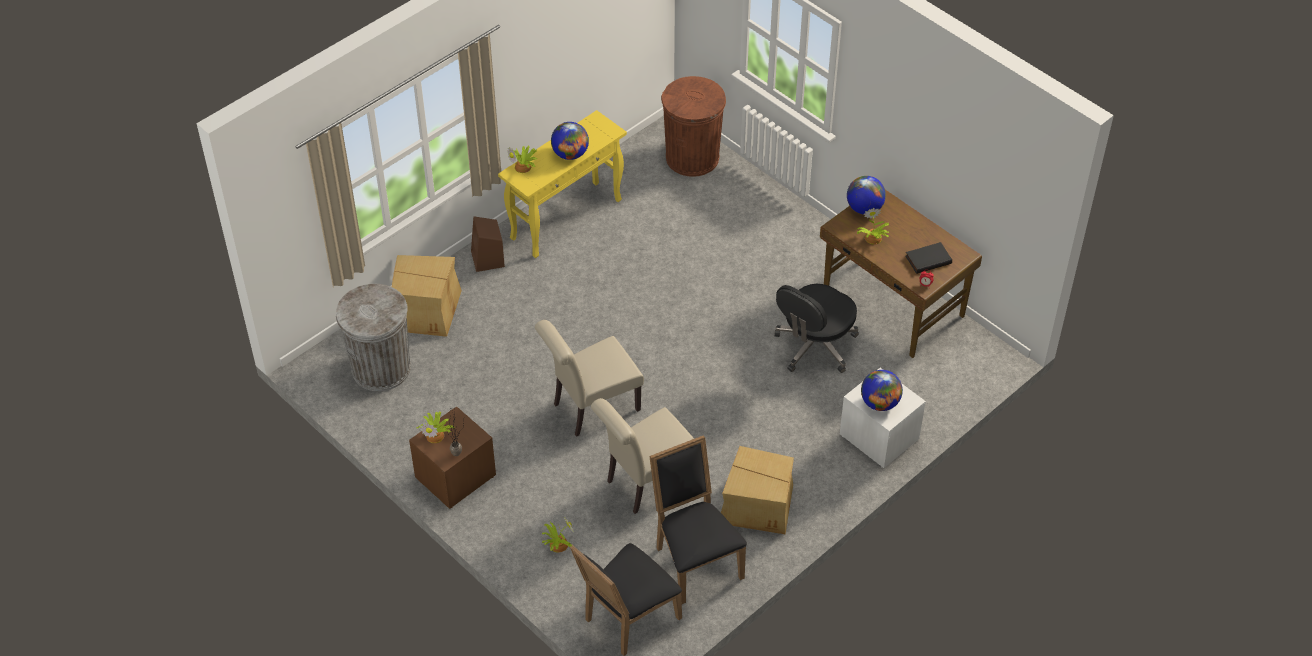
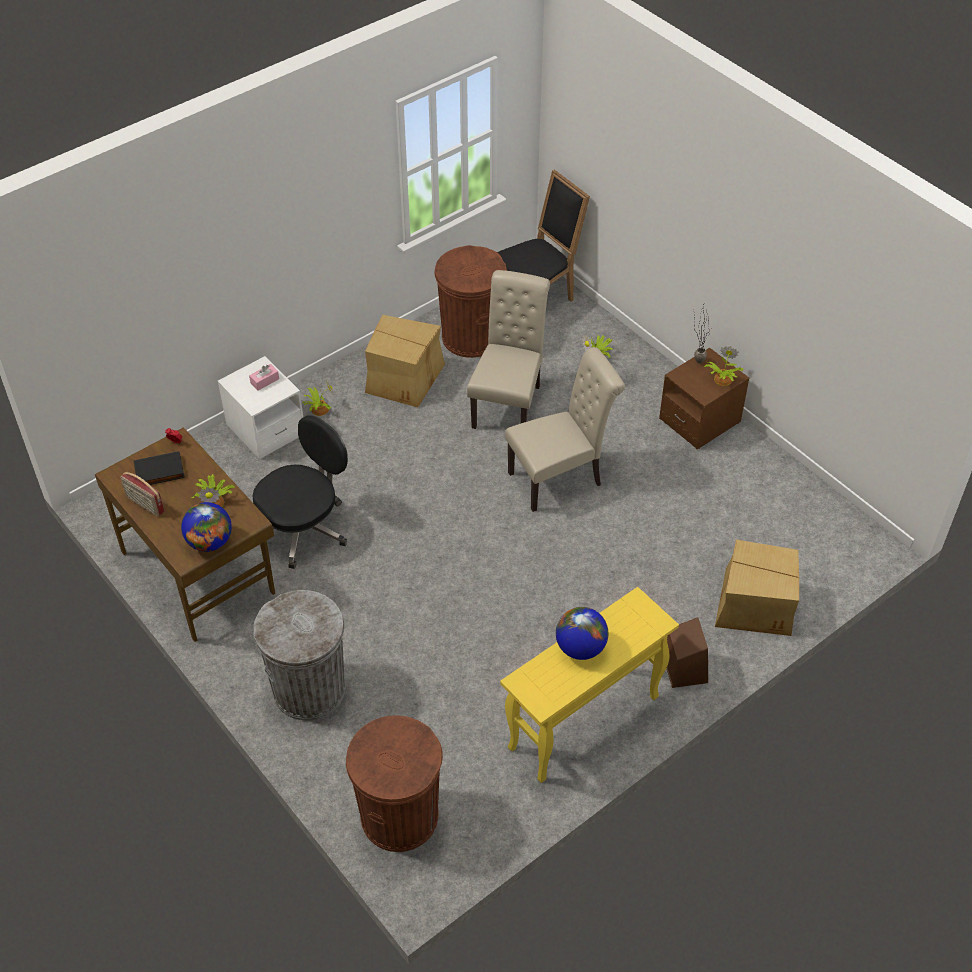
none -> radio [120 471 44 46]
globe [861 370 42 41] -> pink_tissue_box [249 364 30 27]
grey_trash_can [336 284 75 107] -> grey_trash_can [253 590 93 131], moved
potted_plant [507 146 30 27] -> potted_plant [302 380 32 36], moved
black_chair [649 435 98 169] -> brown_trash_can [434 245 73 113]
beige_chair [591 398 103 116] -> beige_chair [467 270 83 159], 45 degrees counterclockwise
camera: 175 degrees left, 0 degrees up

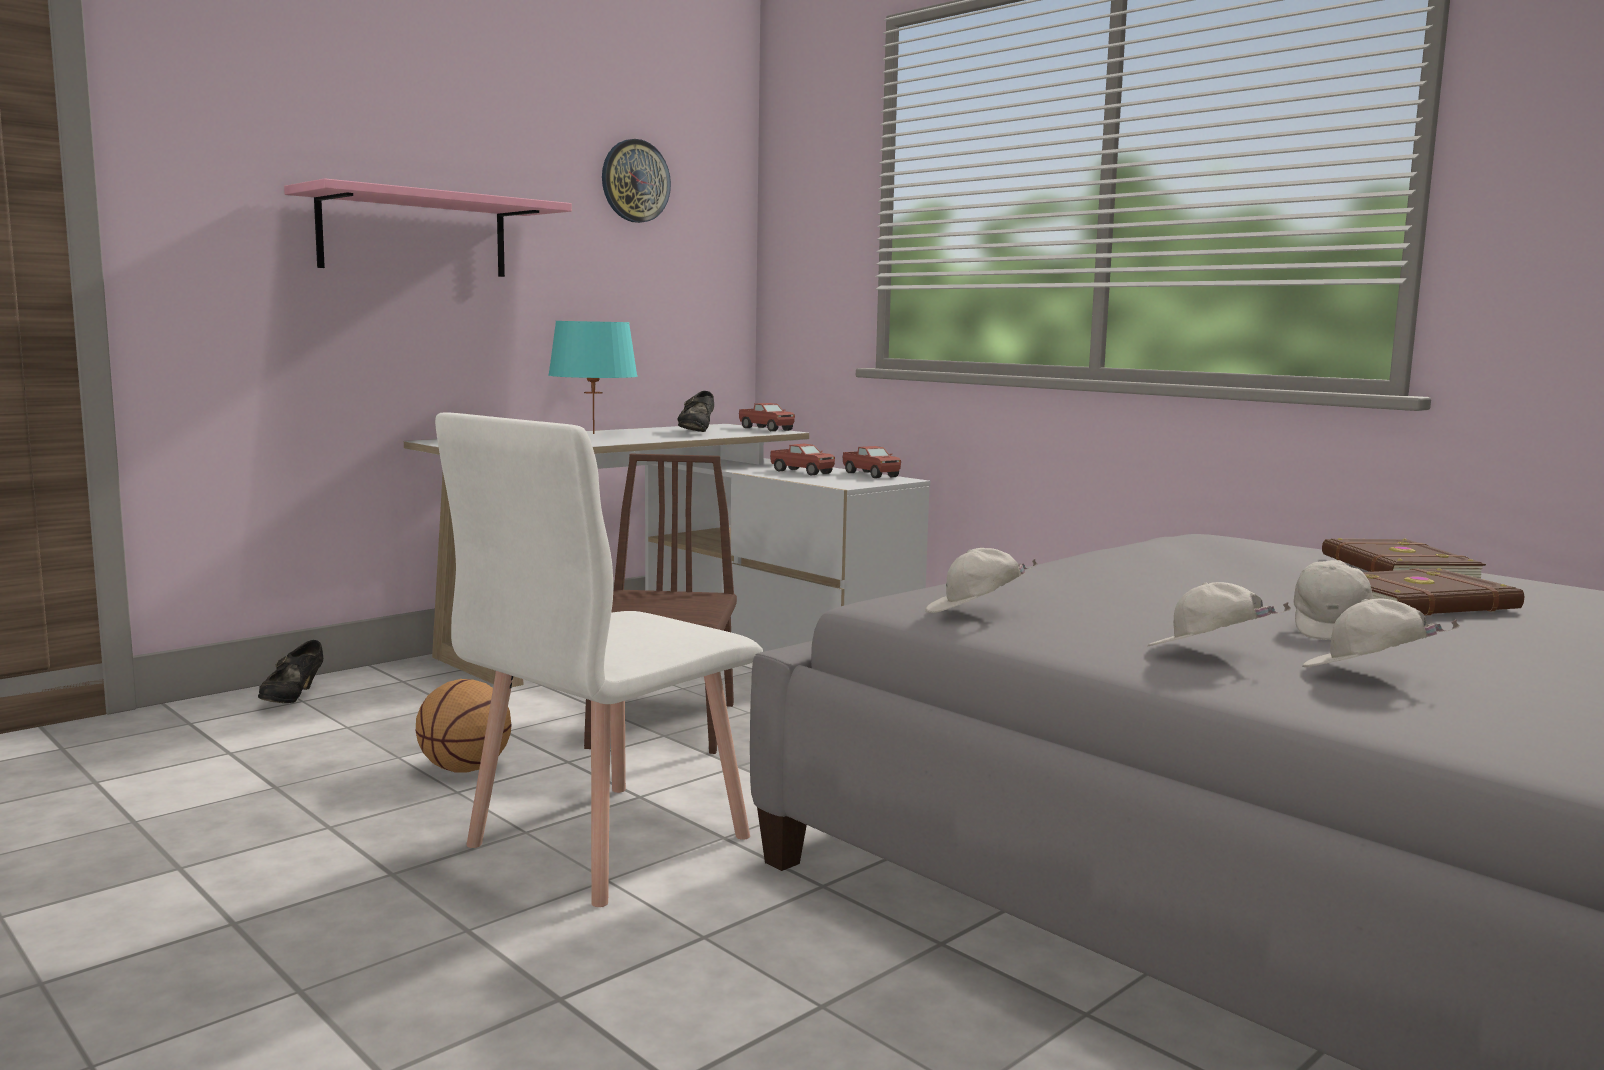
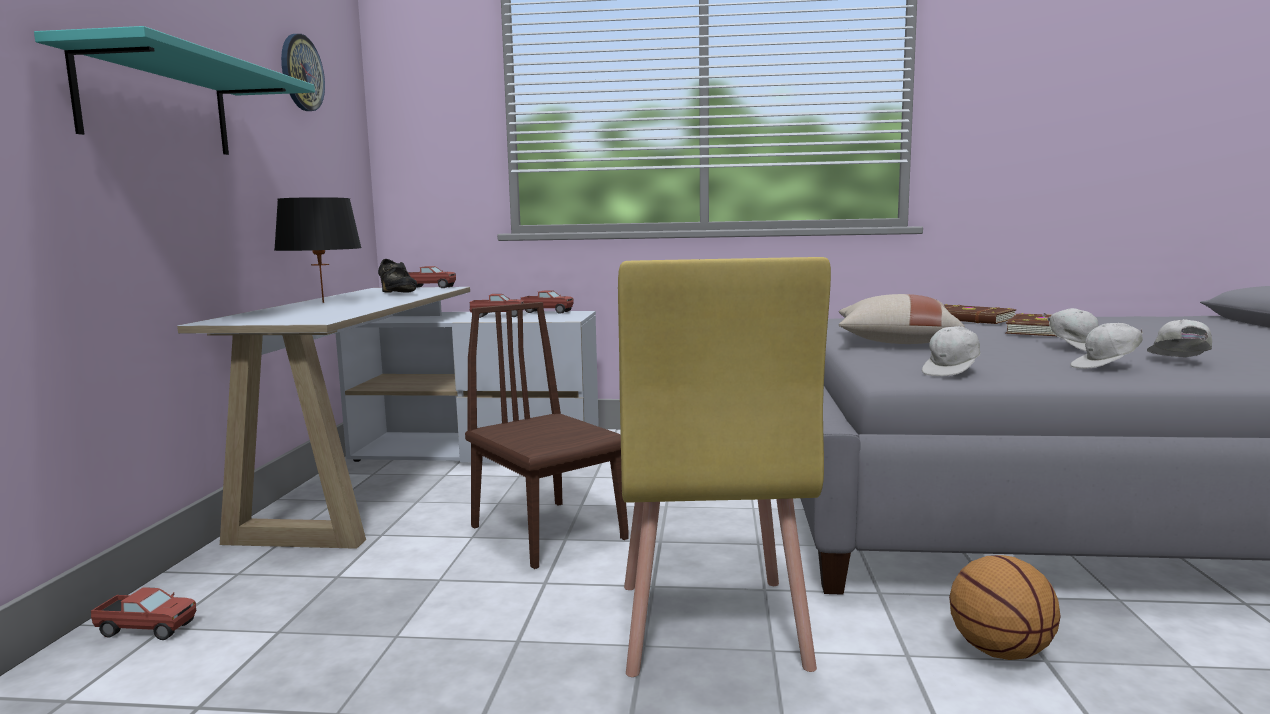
pink_shelf [284 179 288 98] -> turquoise_shelf [34 26 281 129]
black_shoe [258 640 65 63] -> toy_truck [91 587 105 53]
turquoise_table_lamp [548 321 90 113] -> black_table_lamp [274 197 88 106]
white_chair [435 412 328 495] -> yellow_chair [618 257 213 420]
none -> beige_pillow [839 294 126 50]
basketball [416 679 95 93] -> basketball [949 555 112 105], moved
white_cap [1302 599 158 68] -> white_cap [1147 319 65 38], 120 degrees clockwise
camera: 40 degrees left, 0 degrees up

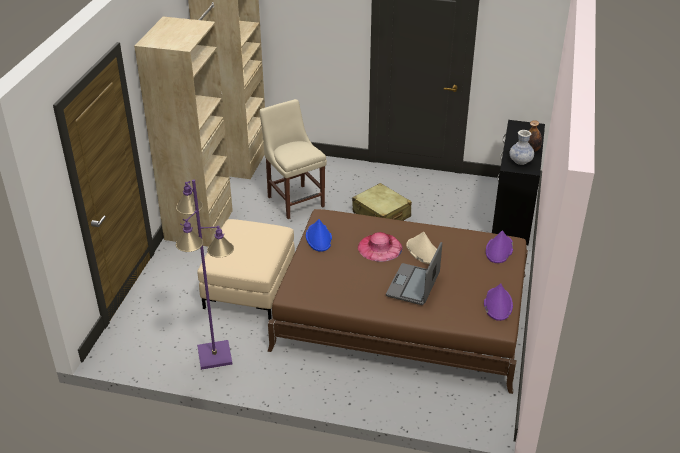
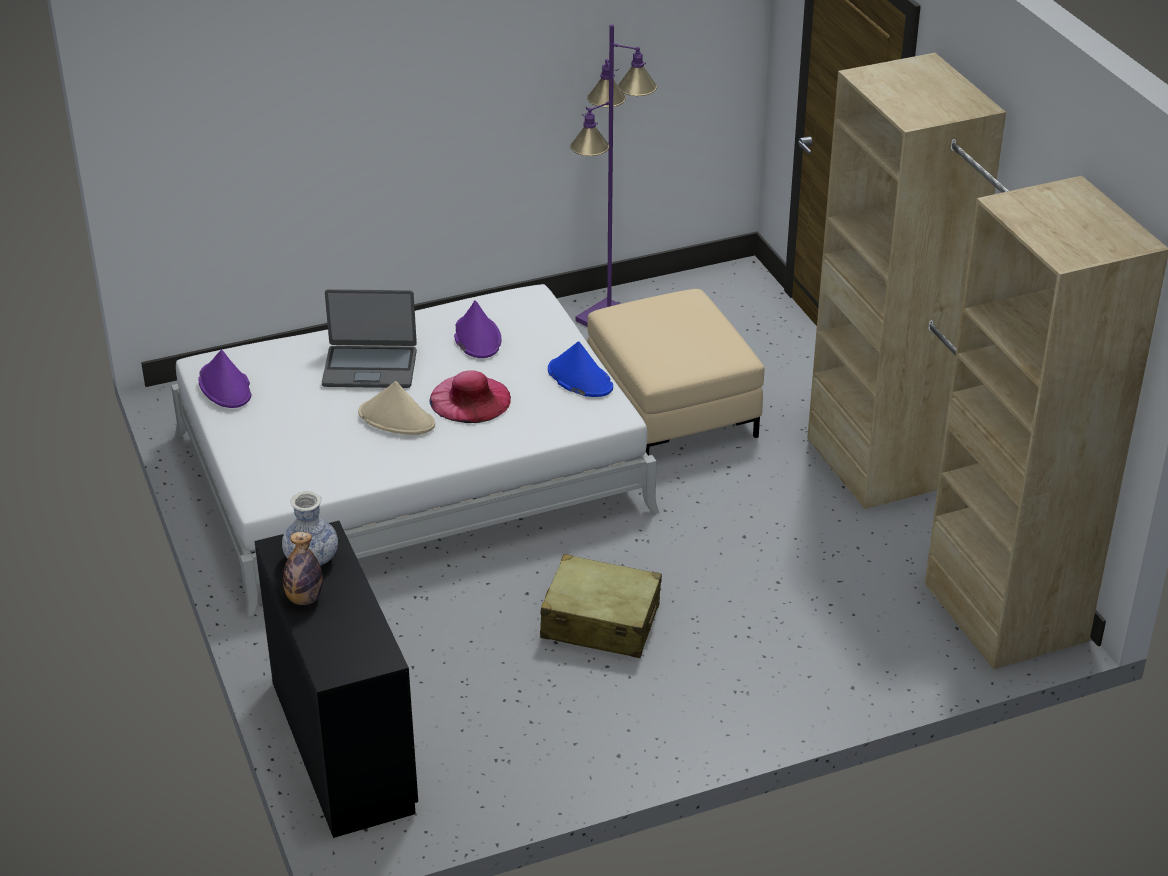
brown_bed [267 209 261 185] -> white_bed [171 284 488 334]
laptop [386 242 56 63] -> laptop [322 289 95 99], 105 degrees clockwise
purple_hat [486 230 27 33] -> purple_hat [454 300 47 58], moved
beige_chair [259 99 68 120] -> none
camera: 145 degrees right, 0 degrees up

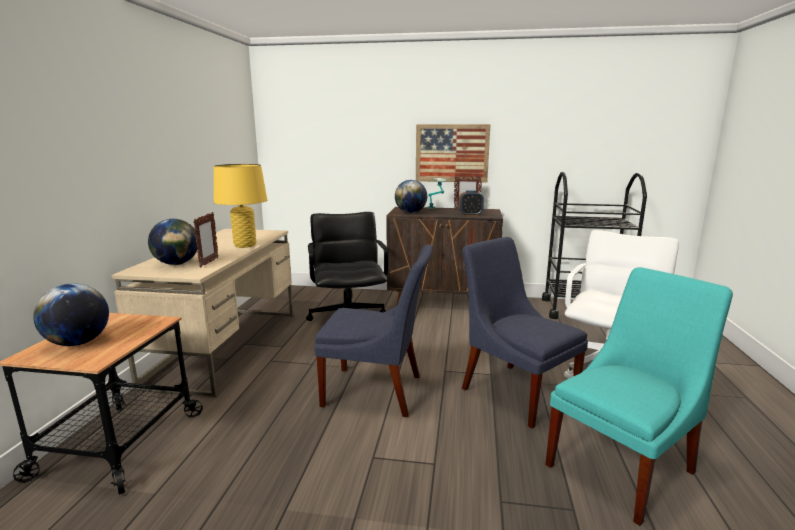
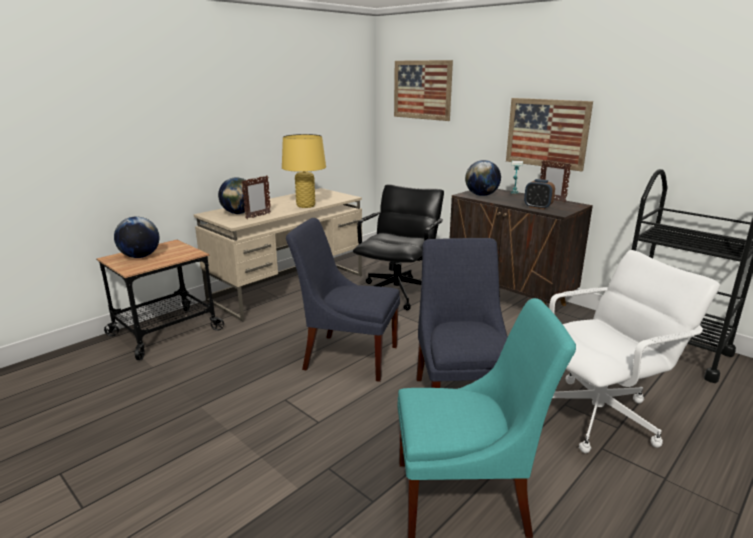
blue_chair [314 244 119 173] -> blue_chair [286 218 114 164], 150 degrees clockwise
none -> picture [394 60 59 61]
camera: 35 degrees right, 5 degrees up

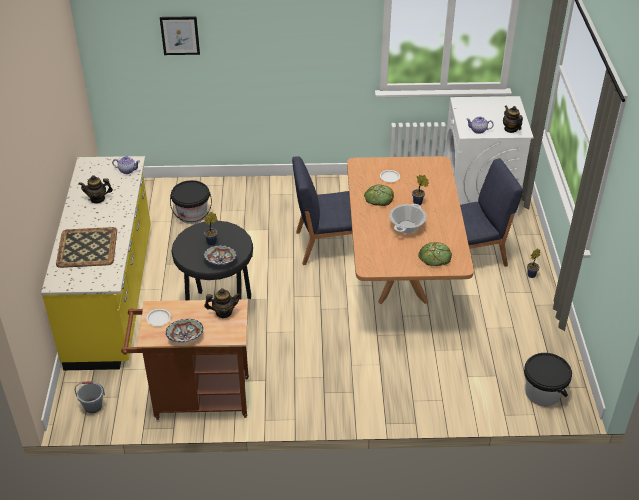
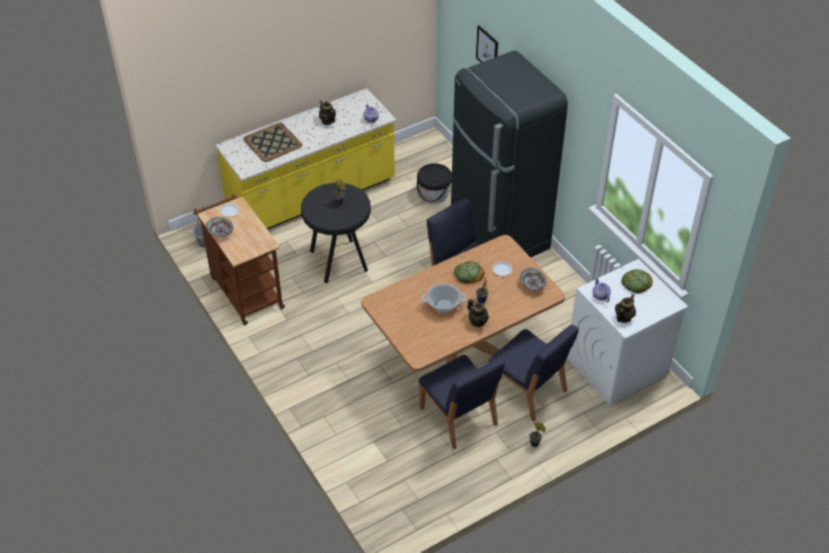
none -> blue_chair [419 355 86 94]
none -> black_fridge [451 51 117 206]
teapot [204 288 36 30] -> teapot [467 299 22 28], moved
bowl [203 245 34 20] -> bowl [520 268 26 22], moved
bread [418 242 34 24] -> bread [621 269 32 25], moved
black_bucket [524 353 48 53] -> none
camera: 60 degrees right, 5 degrees up

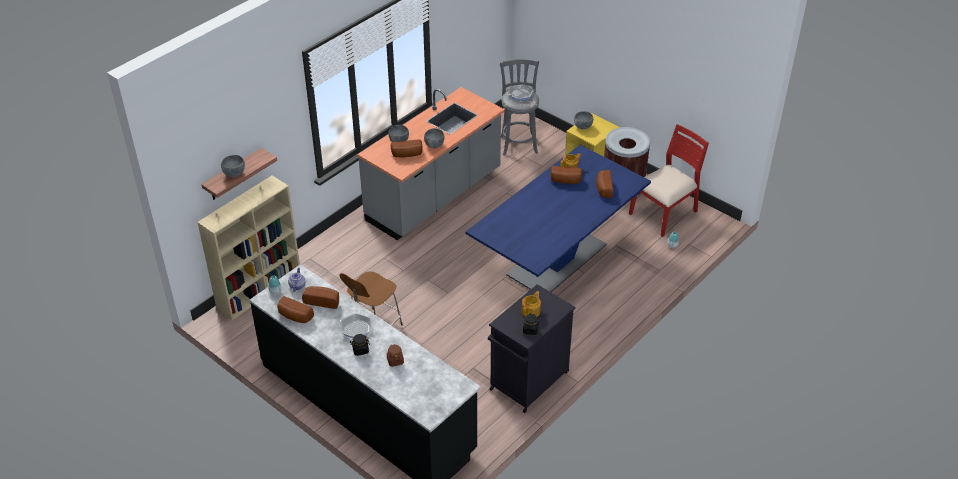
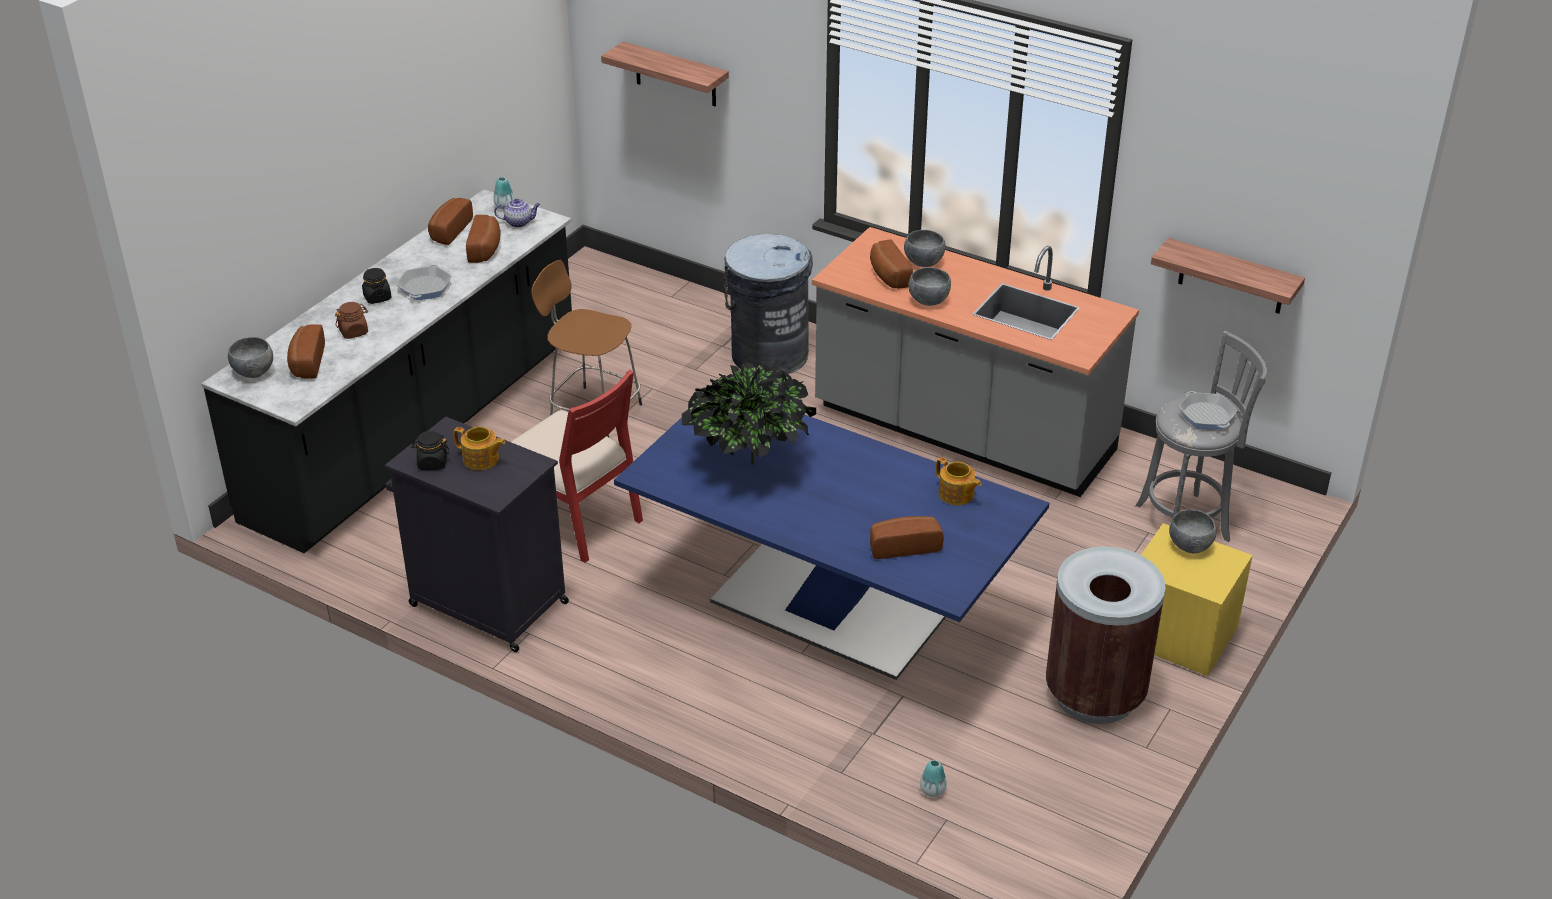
grey_bowl [221 155 24 22] -> grey_bowl [228 337 45 41], moved
bread [551 166 32 18] -> bread [287 324 38 55], moved
red_chair [629 124 80 113] -> red_chair [511 370 132 193], moved
none -> potted_plant [682 362 134 103]
none -> grey_trash_can [724 234 89 140]
none -> shelf [1151 238 154 76]
beige_bookcase [197 176 103 144] -> none
camera: 80 degrees right, 5 degrees down

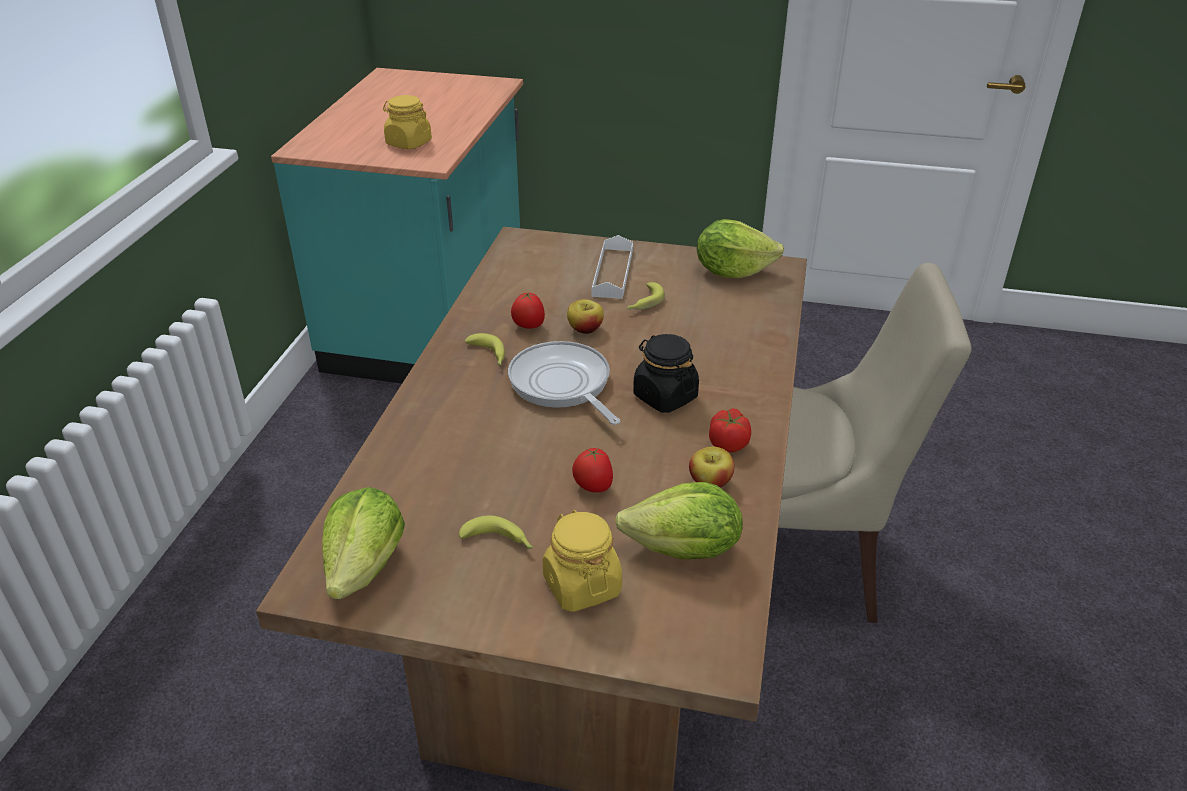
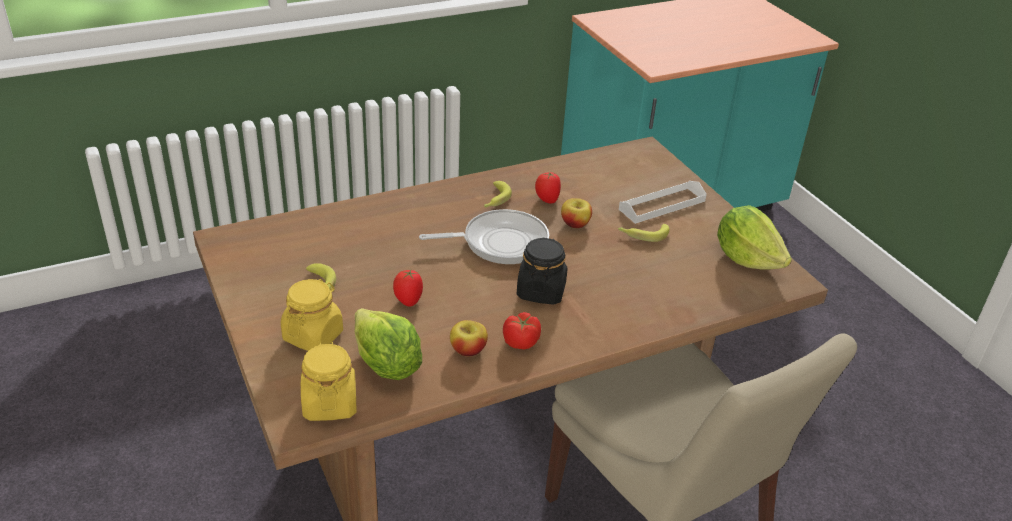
yellow_jar [383 95 49 54] -> yellow_jar [301 342 56 79], moved
frying_pan [508 341 113 84] -> frying_pan [419 209 130 55], 60 degrees clockwise
lettuce [322 487 83 112] -> none
camera: 50 degrees right, 0 degrees up

